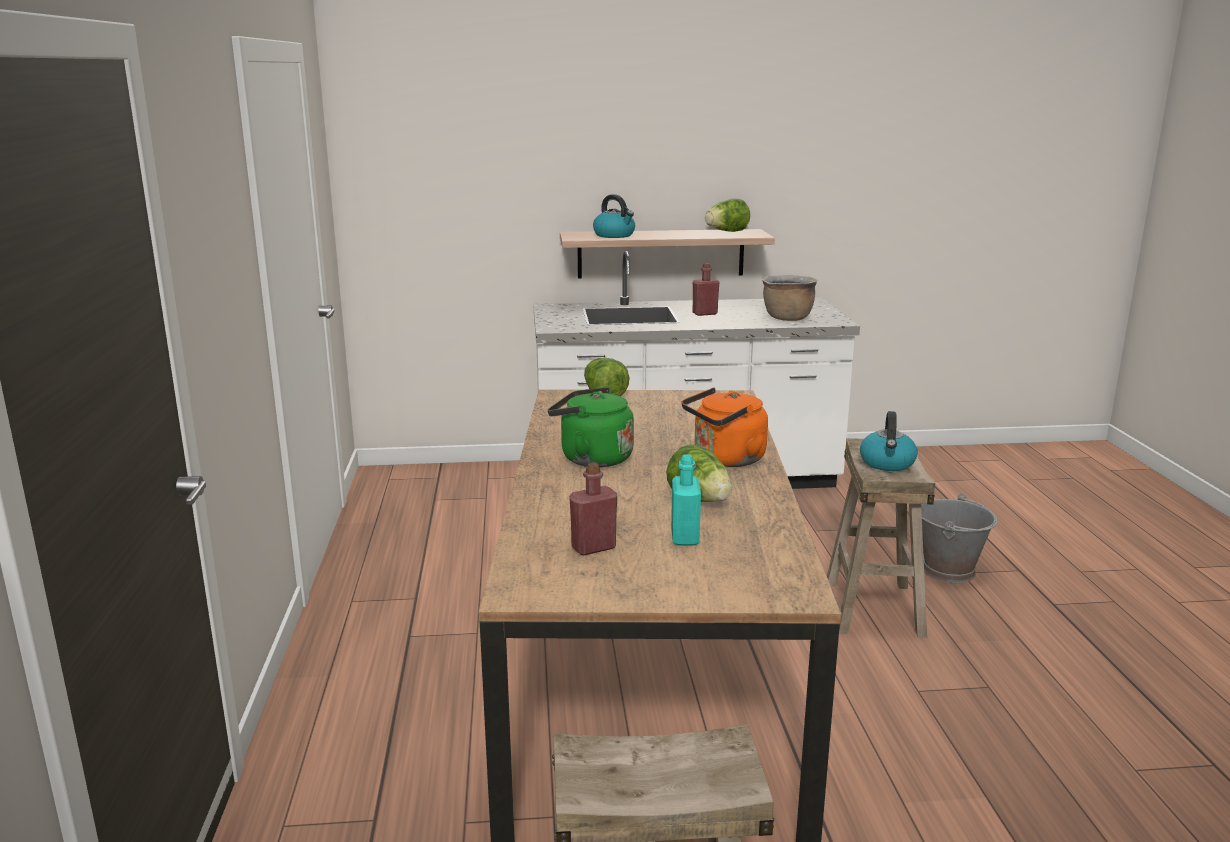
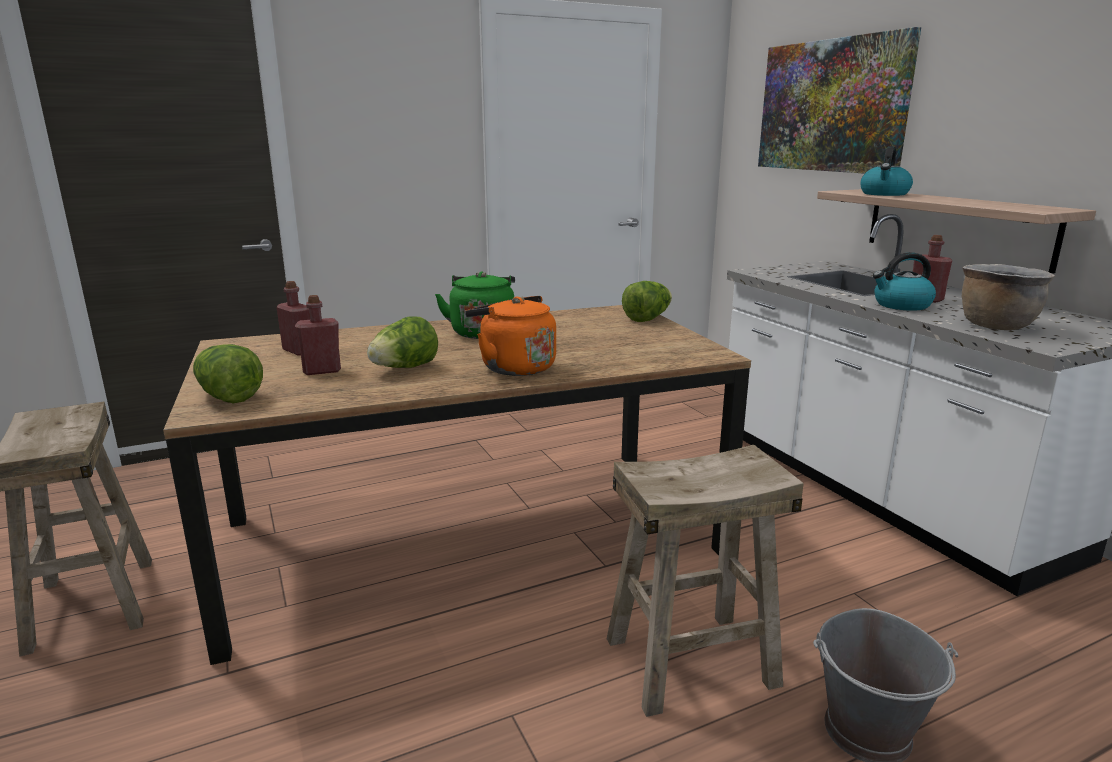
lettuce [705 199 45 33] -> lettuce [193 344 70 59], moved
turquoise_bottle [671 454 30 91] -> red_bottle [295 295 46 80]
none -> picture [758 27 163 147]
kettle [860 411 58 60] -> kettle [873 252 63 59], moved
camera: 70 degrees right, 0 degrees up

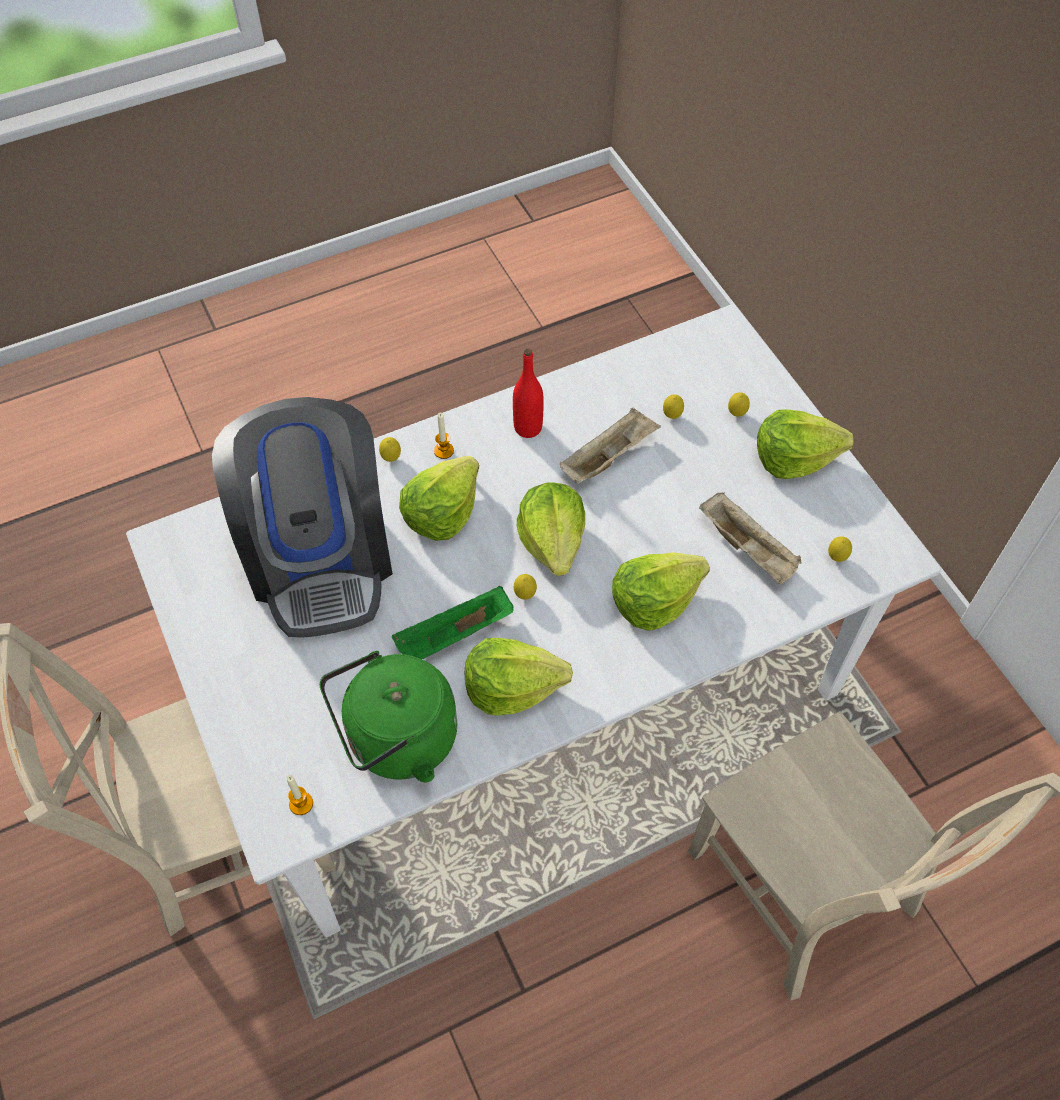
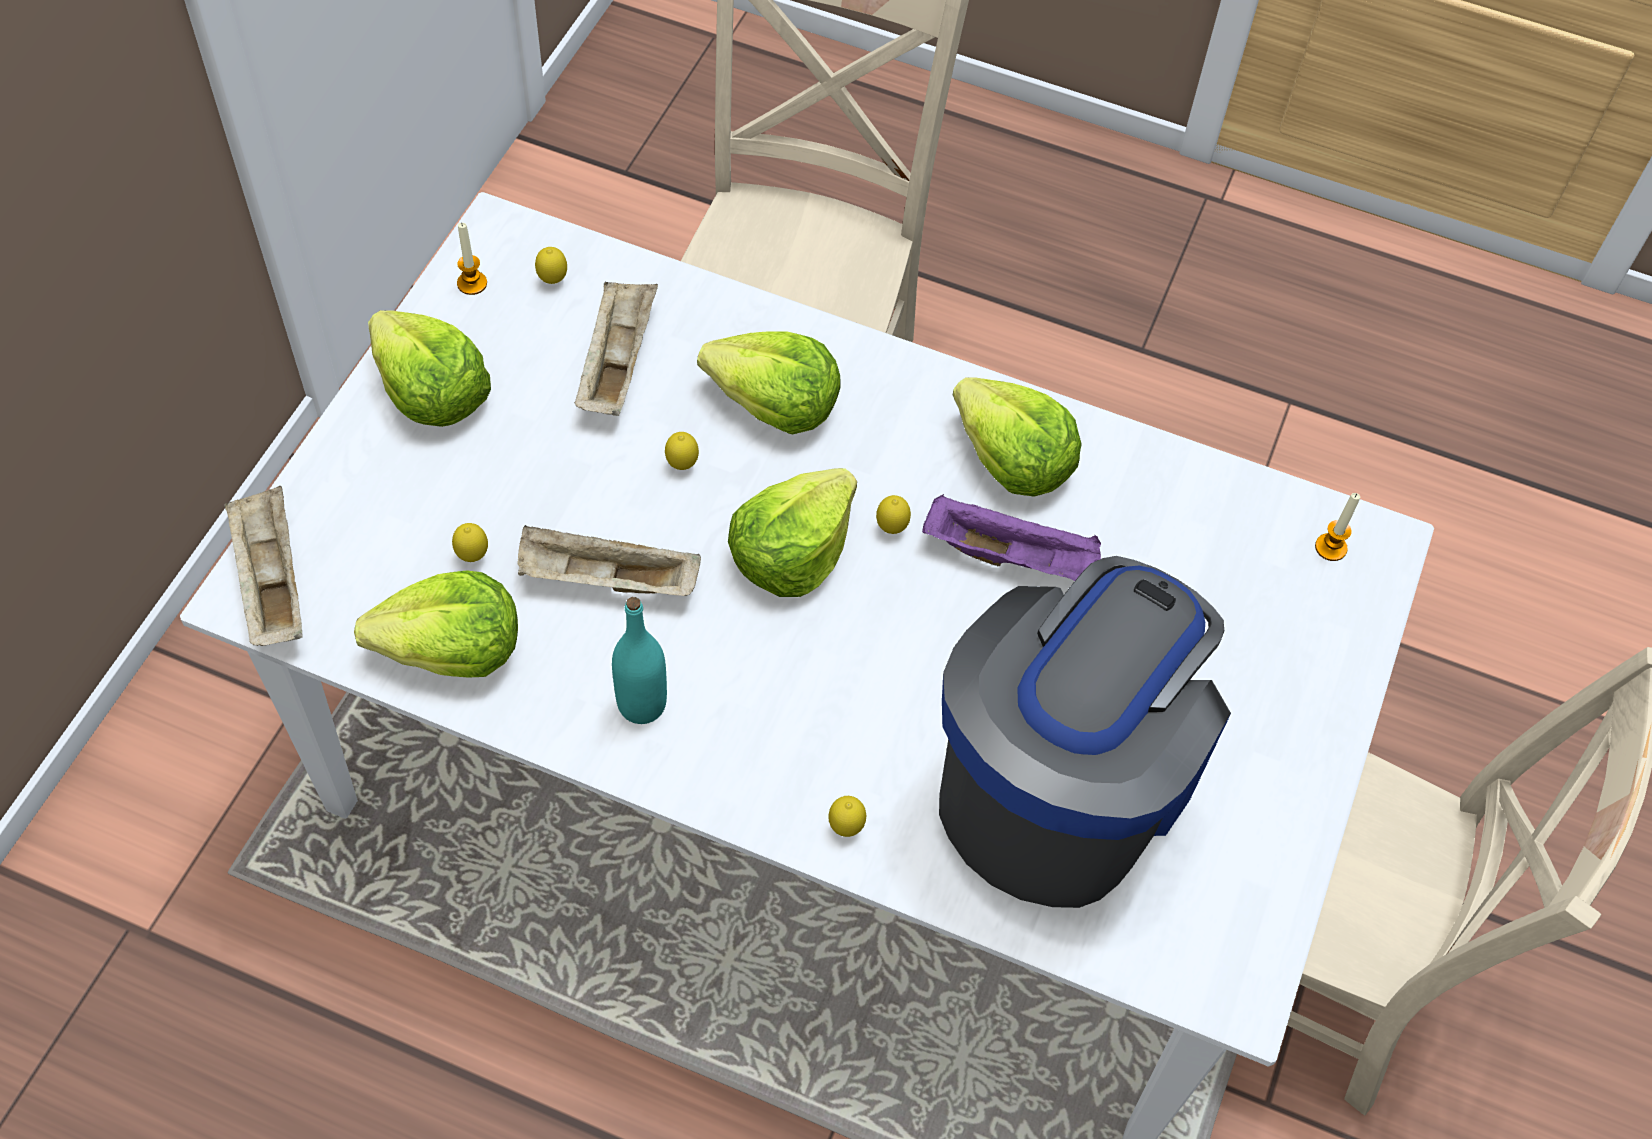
none -> beige_tray [224 486 79 160]
lettuce [399 456 80 85] -> lettuce [354 570 164 108], moved
candle [434 413 20 46] -> candle [457 223 30 72], moved
red_bottle [513 349 31 89] -> turquoise_bottle [612 597 55 127]
lemon [728 392 22 25] -> lemon [665 432 34 38], moved
green_tray [392 586 122 73] -> purple_tray [922 494 179 87]
green_kettle [320 651 137 132] -> none
camera: 135 degrees left, 0 degrees up

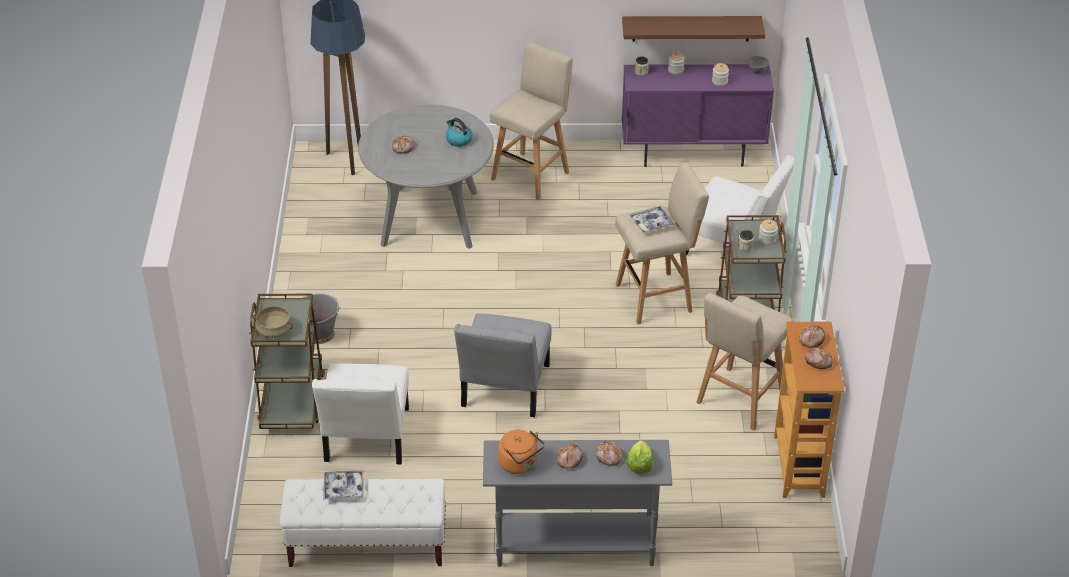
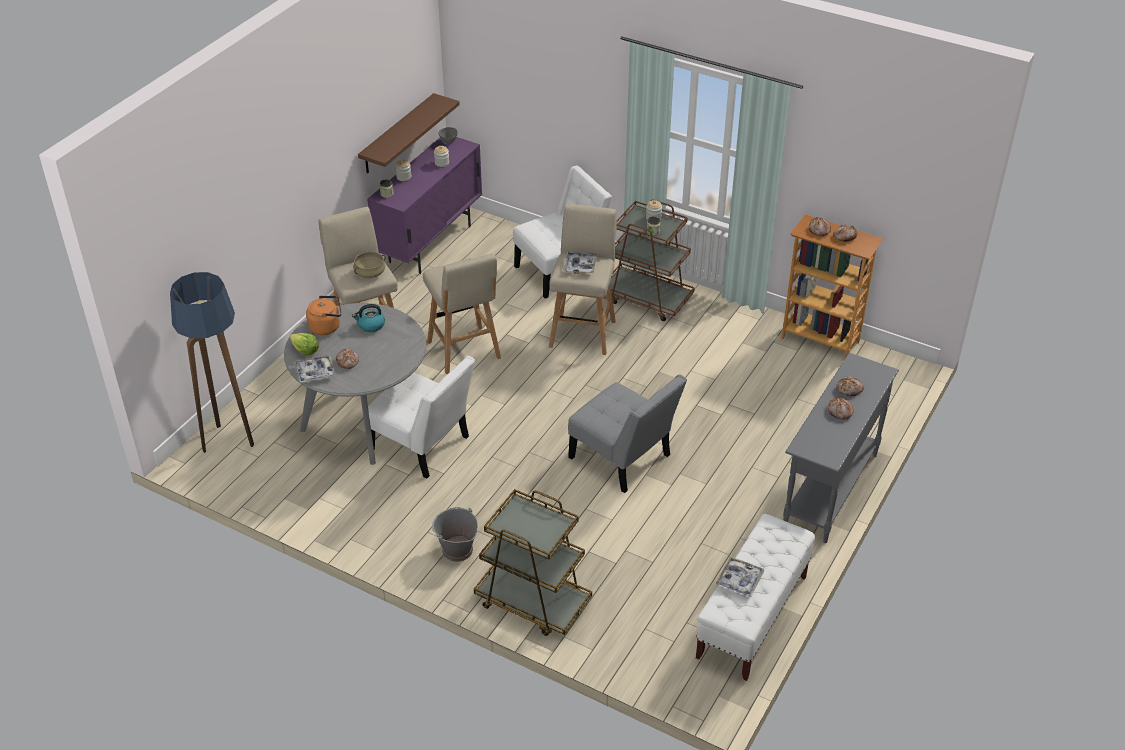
lettuce [626 440 27 34] -> lettuce [290 333 29 23], moved
none -> tray [295 355 40 28]
orange_kettle [498 430 47 44] -> orange_kettle [306 296 36 39], moved
beige_cooking_pot [253 306 40 32] -> beige_cooking_pot [353 251 33 27], moved
white_chair [312 364 97 100] -> white_chair [368 356 107 123], moved
beige_stool [696 293 98 138] -> beige_stool [423 253 78 121], moved
camera: 60 degrees left, 0 degrees up

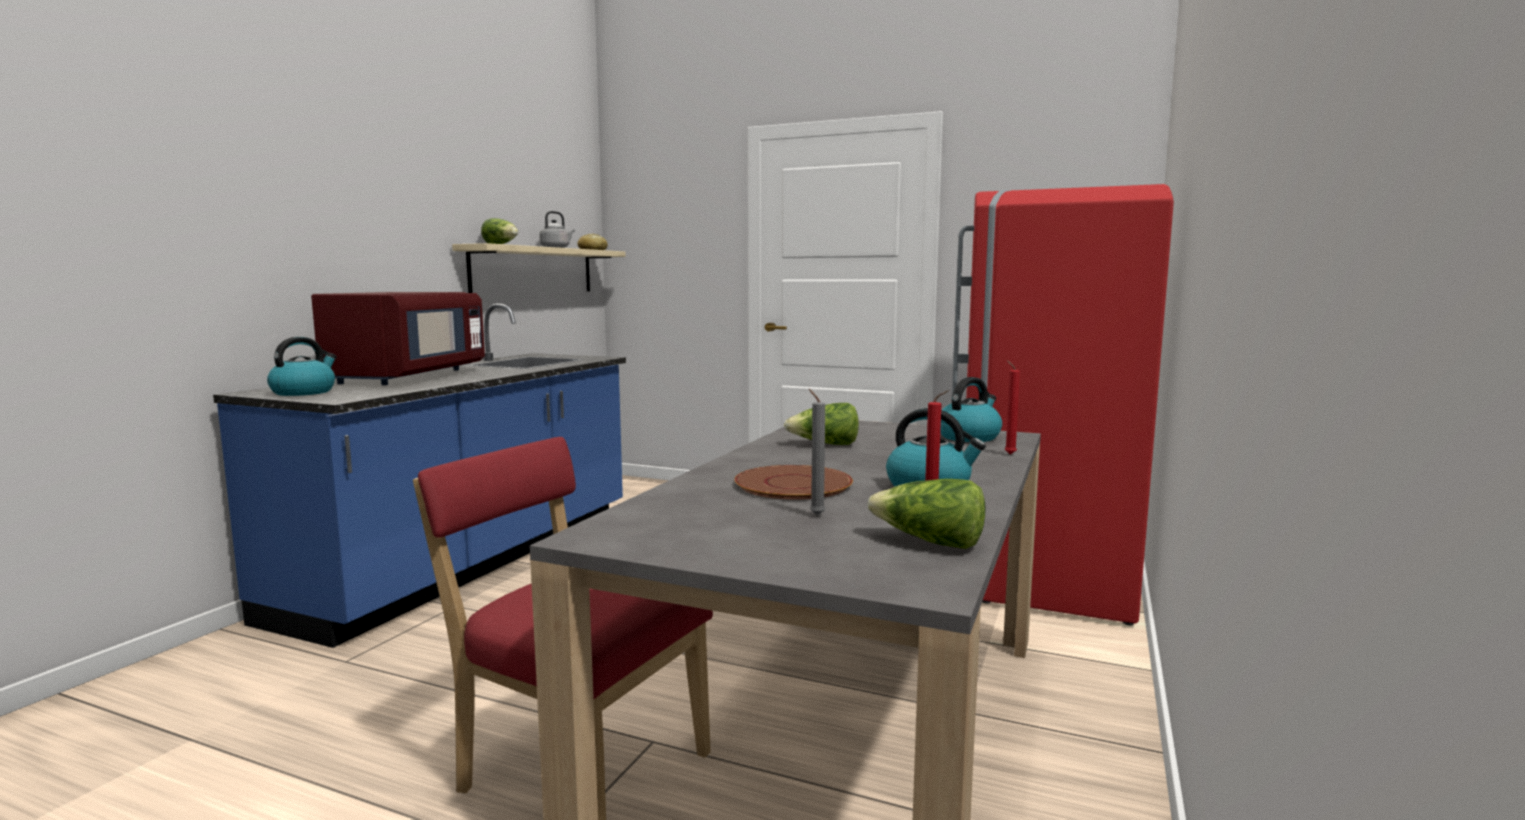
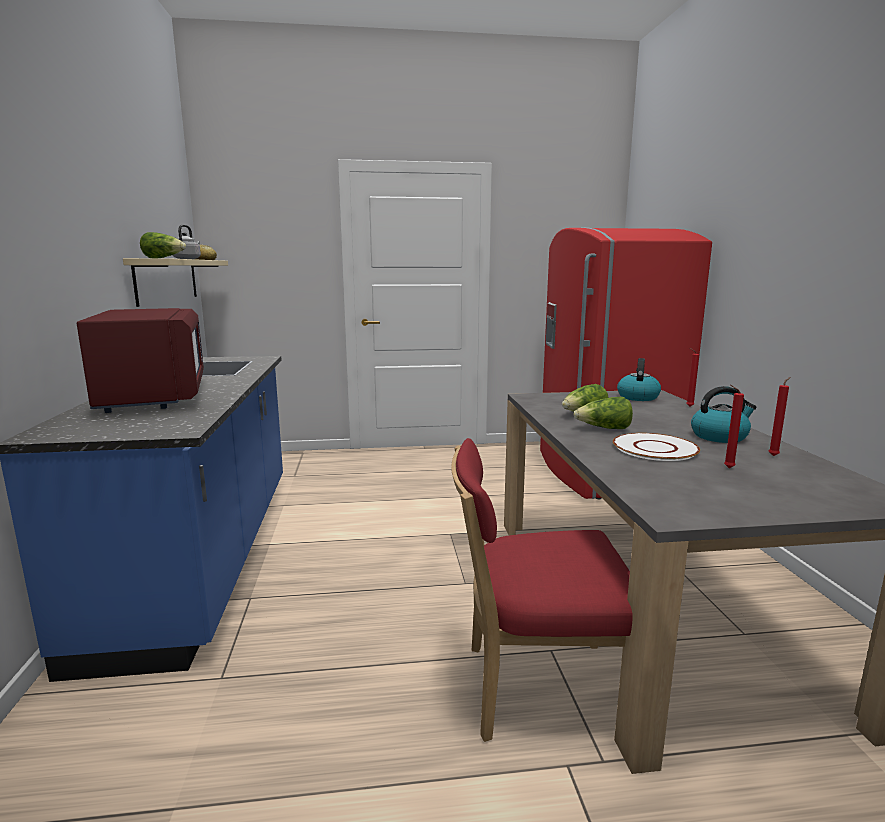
lettuce [868 479 117 70] -> lettuce [574 397 59 32], moved
brown_plate [734 465 119 35] -> white_plate [613 433 87 28]
grey_candle [809 389 16 127] -> red_candle [724 385 20 83]
kettle [267 337 70 59] -> none
camera: 30 degrees left, 5 degrees up

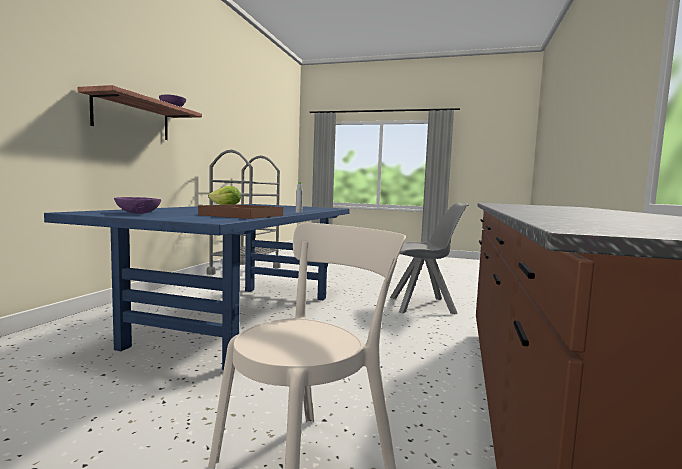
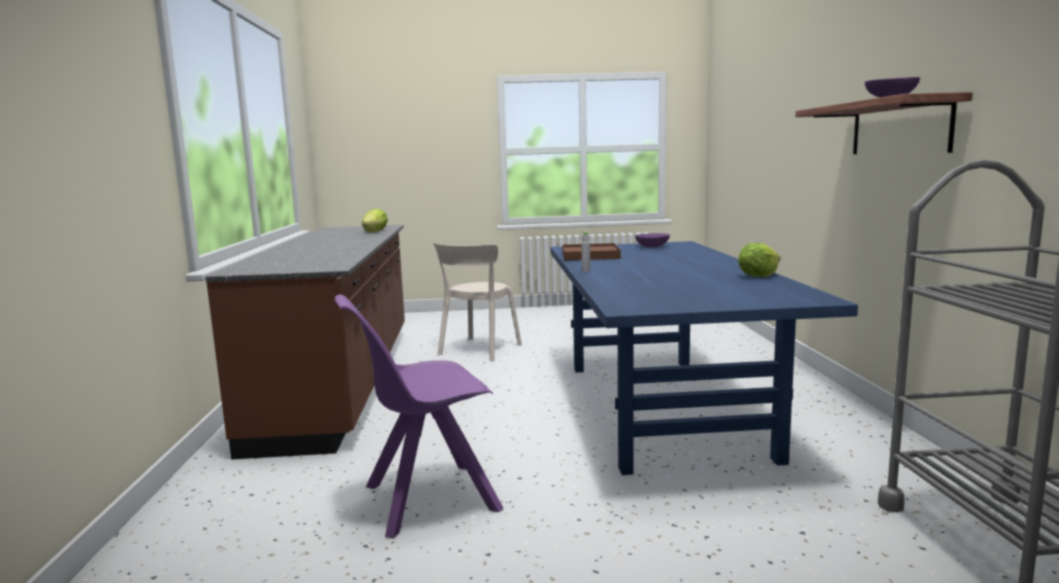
grey_chair [390 203 79 111] -> purple_chair [335 294 168 244]
none -> lettuce [362 209 26 23]
camera: 160 degrees right, 5 degrees up

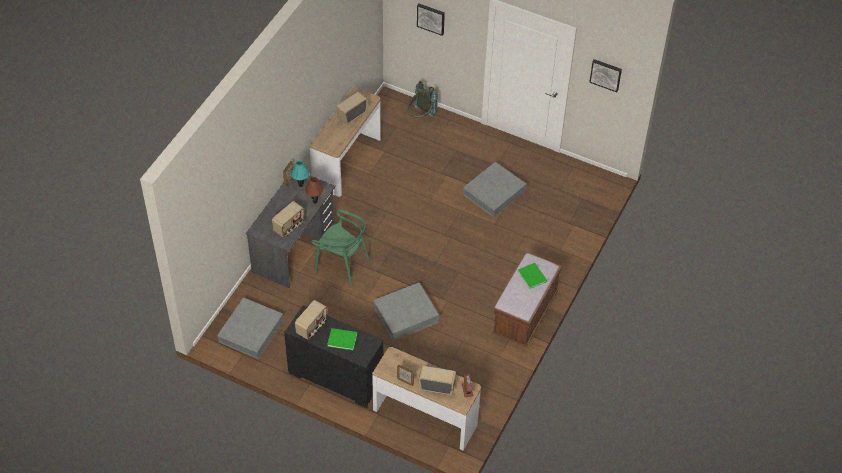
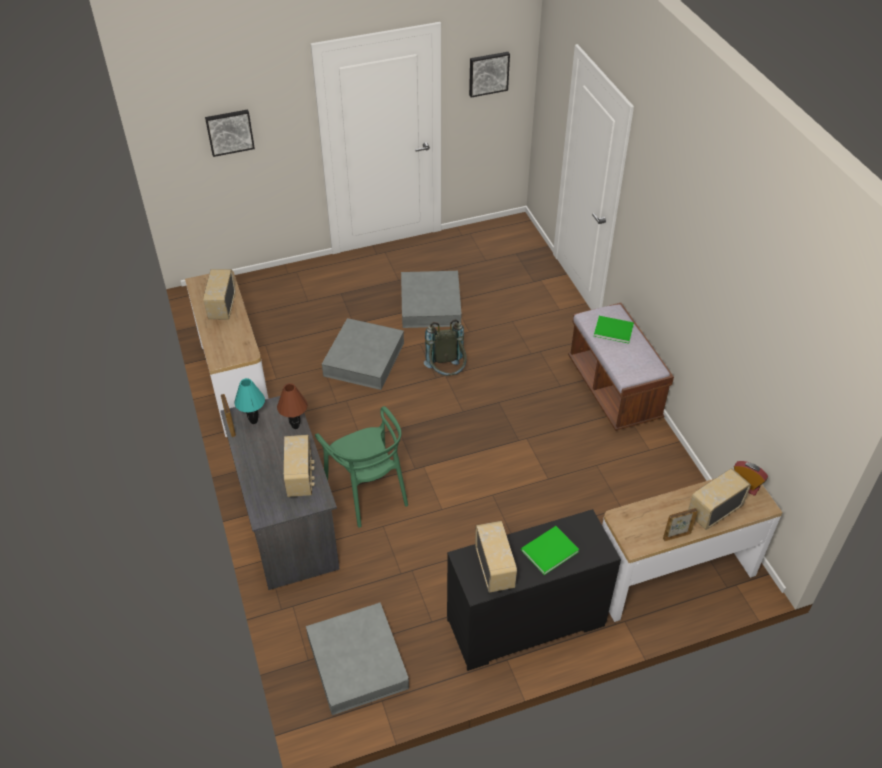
green_chair [311 209 60 77] -> green_chair [315 406 93 122], 75 degrees clockwise
grey_storage_box [373 283 66 58] -> grey_storage_box [322 318 82 72], moved
grey_backpack [407 81 31 37] -> grey_backpack [424 320 43 56], moved
camera: 45 degrees left, 5 degrees down

